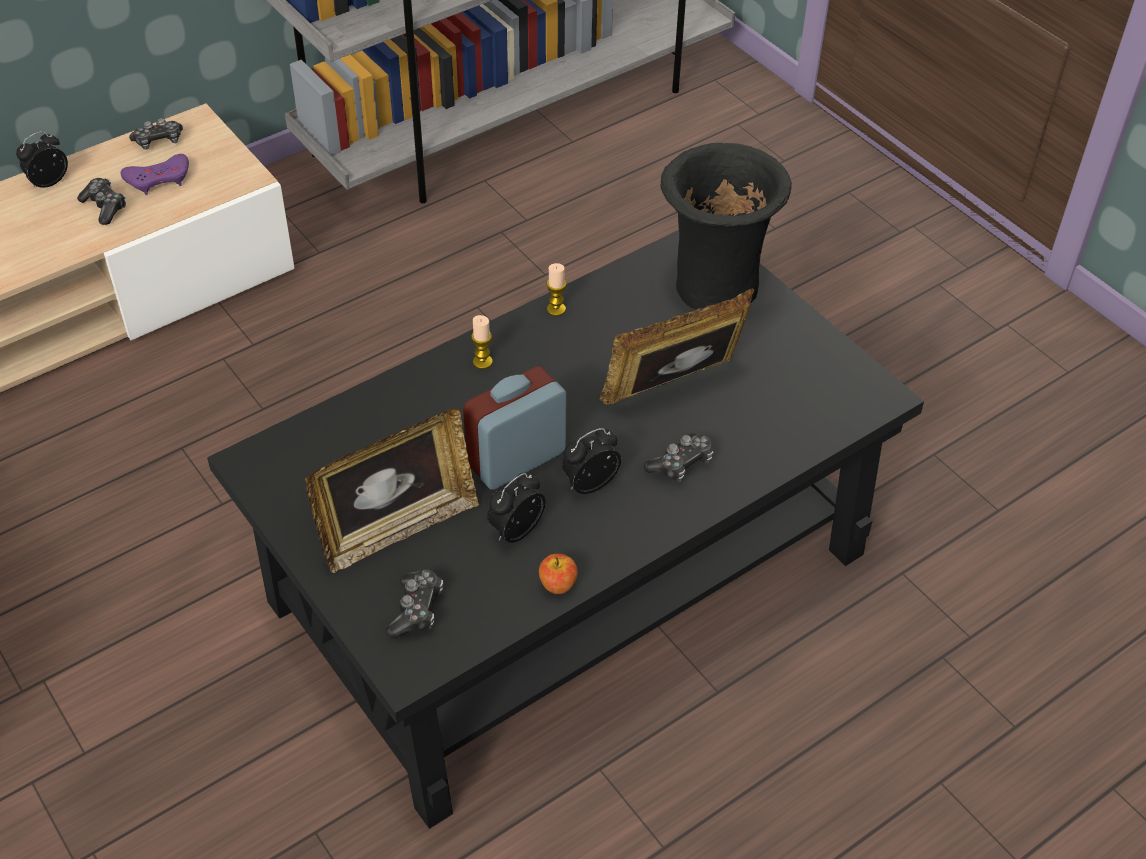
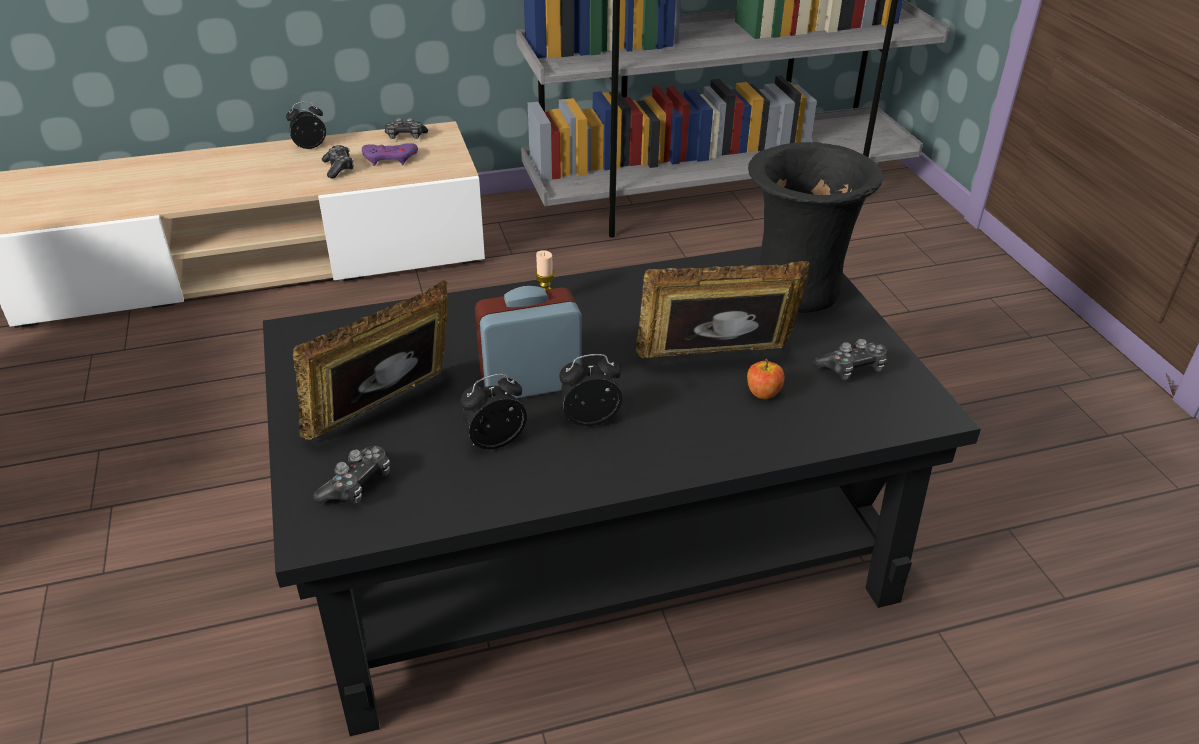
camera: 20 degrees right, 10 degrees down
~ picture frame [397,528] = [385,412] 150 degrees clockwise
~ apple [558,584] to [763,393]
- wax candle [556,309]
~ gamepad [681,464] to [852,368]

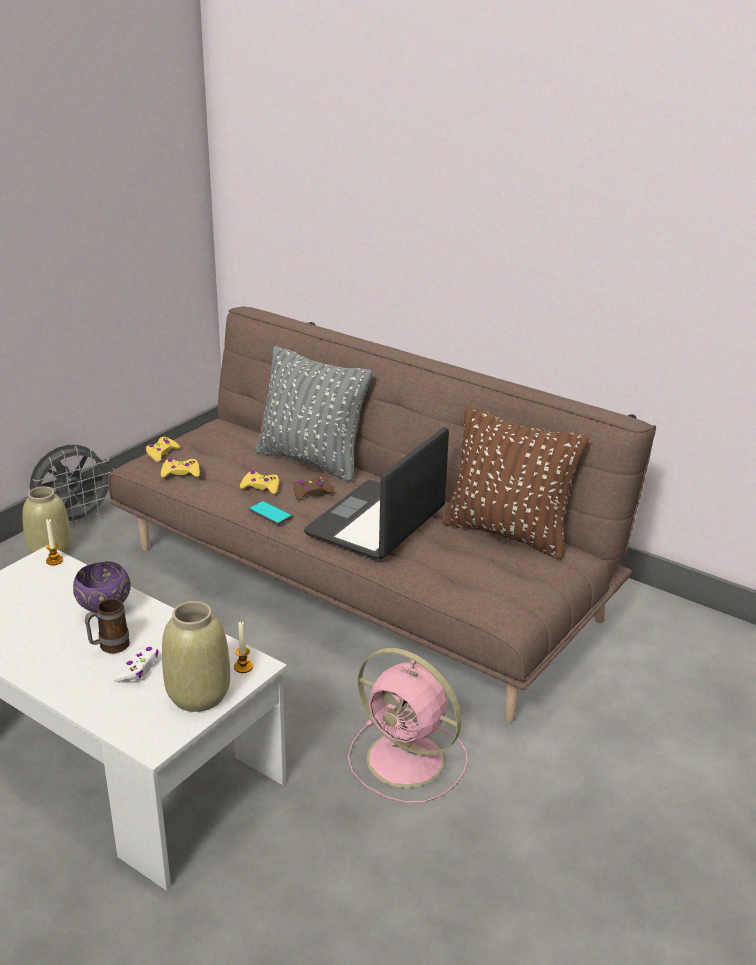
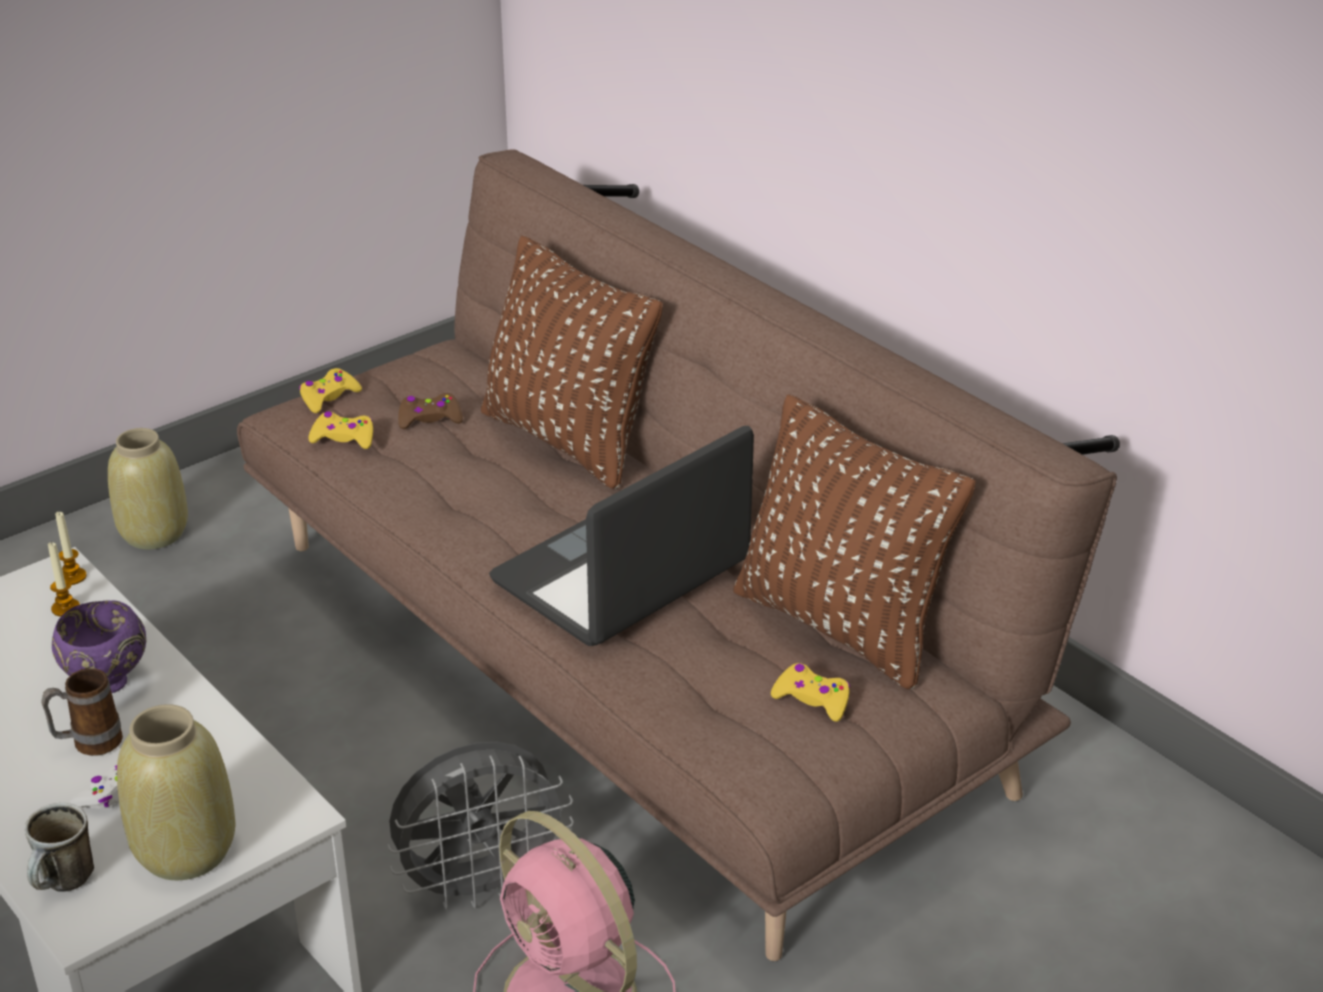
camera: 15 degrees right, 5 degrees up
~ cooling fan in gray [75,519] to [481,885]
~ wax candle [243,667] to [65,608]
~ gamepad in yellow [261,487] to [812,699]
- telephone [270,513]
~ throw pillow in gray [311,461] to throw pillow in brown-coloured [568,440]
~ gamepad in brown-coloured [312,493] to [429,418]
+ mug [65,884]

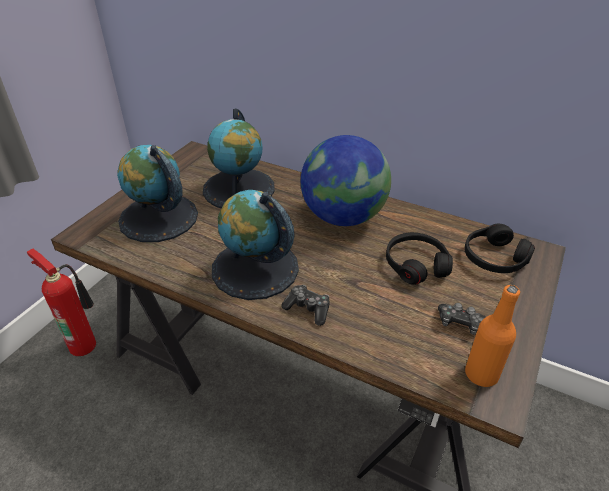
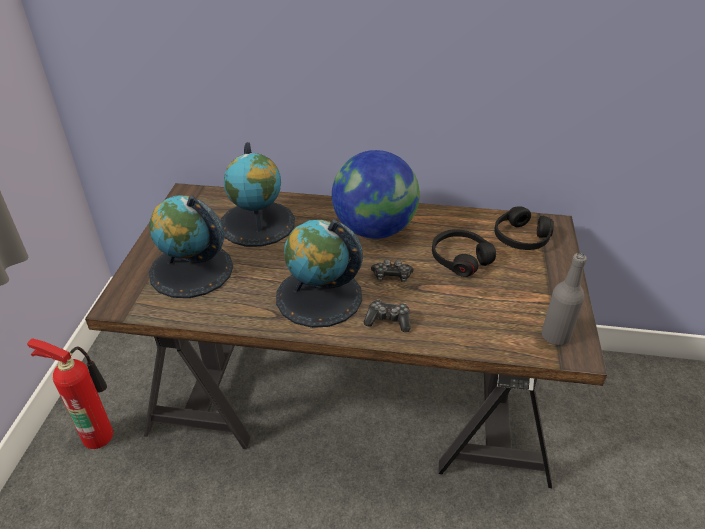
camera: 20 degrees left, 0 degrees up
~ gamepad [460,323] to [391,276]
~ beverage bottle in orange-coloured [481,374] to beverage bottle in gray [555,336]

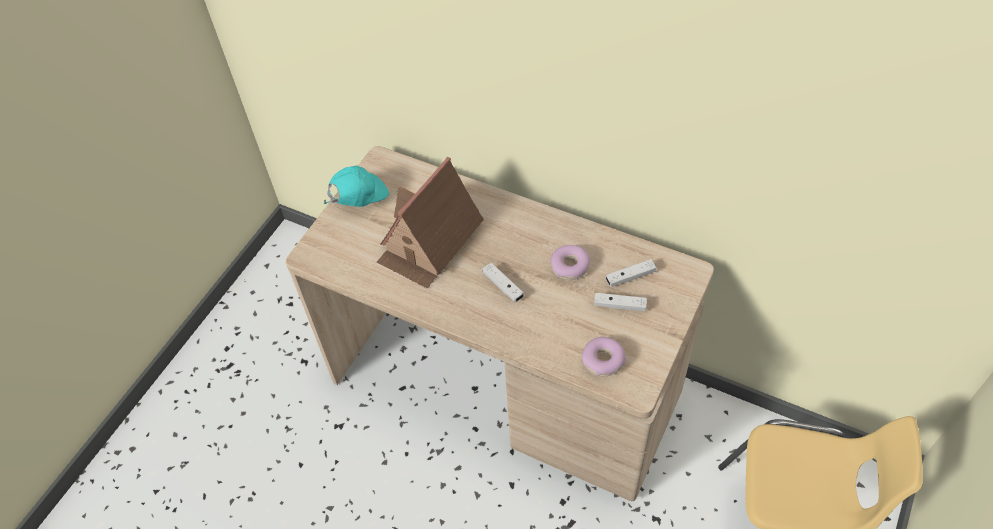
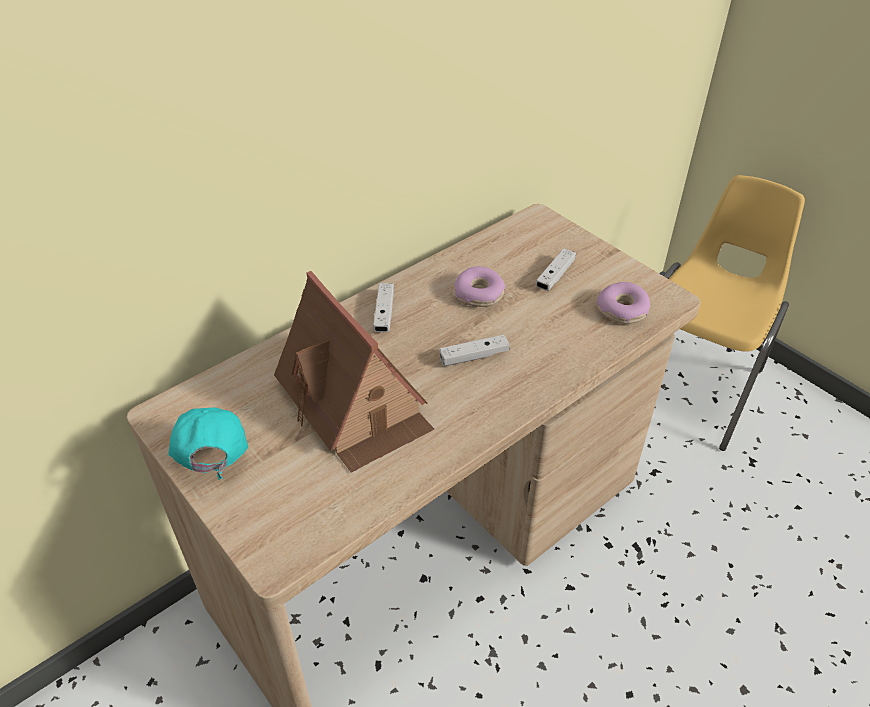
camera: 70 degrees left, 10 degrees down
~ gamepad in white [630,277] to [384,314]

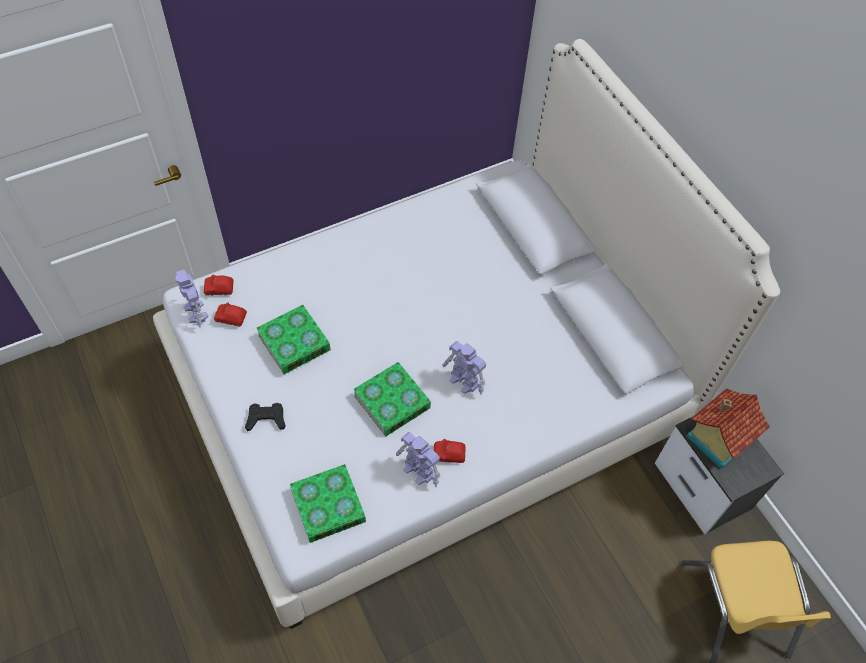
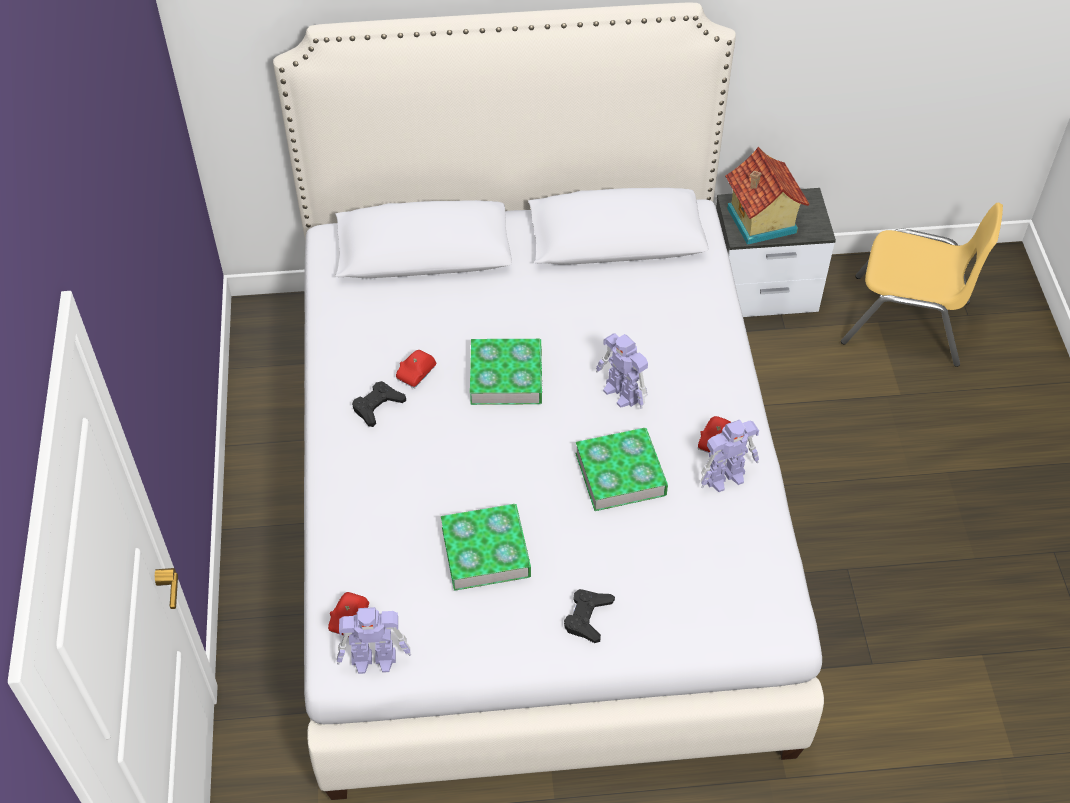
camera: 65 degrees left, 5 degrees down
~ toy car in red-coloured [231,318] to [417,374]
~ book [328,506] to [506,377]
~ robot figure [464,381] = [622,393] 75 degrees clockwise
+ gamepad in black [377,406]

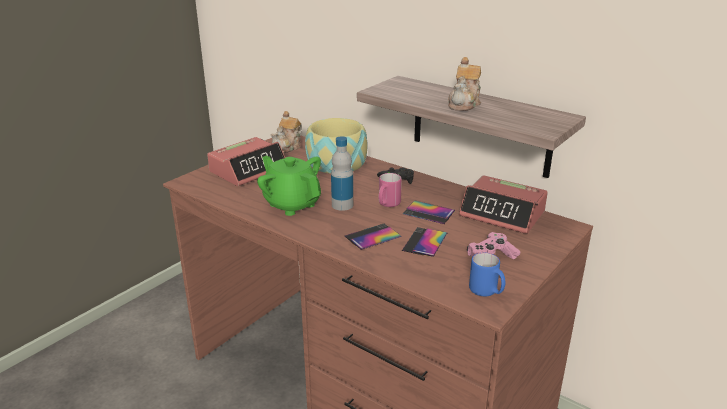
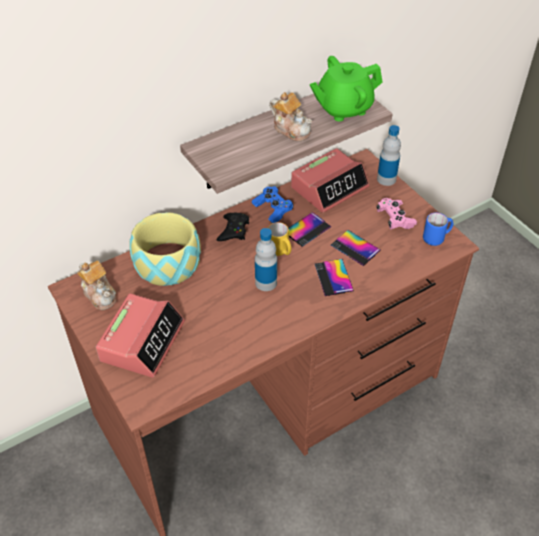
camera: 70 degrees left, 20 degrees up
~ bedside clock [249,170] = [142,341] 45 degrees clockwise
~ teapot in greenish [292,204] to [343,108]
~ mug in pinkish [387,204] to mug in yellow [280,251]
+ gamepad in bluish [272,209]
+ beverage bottle [386,179]

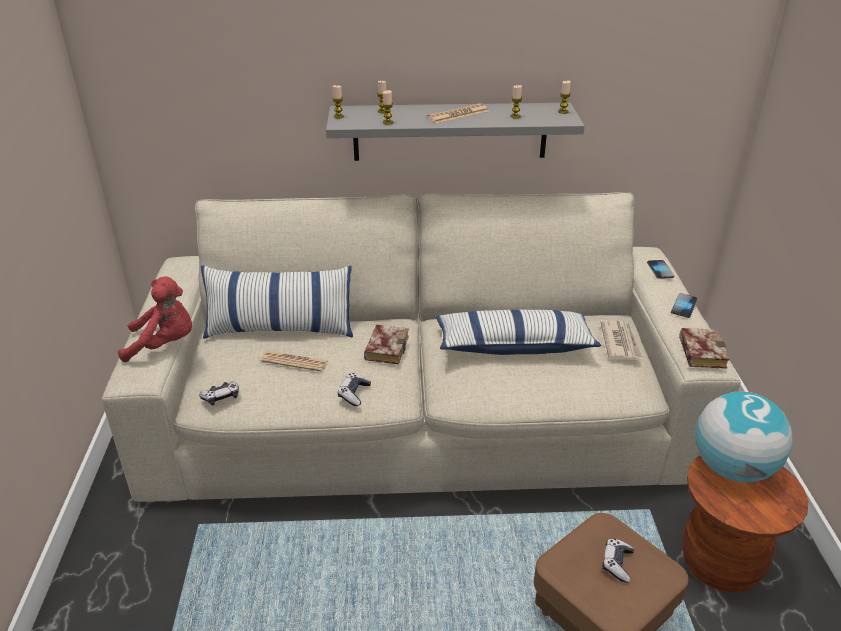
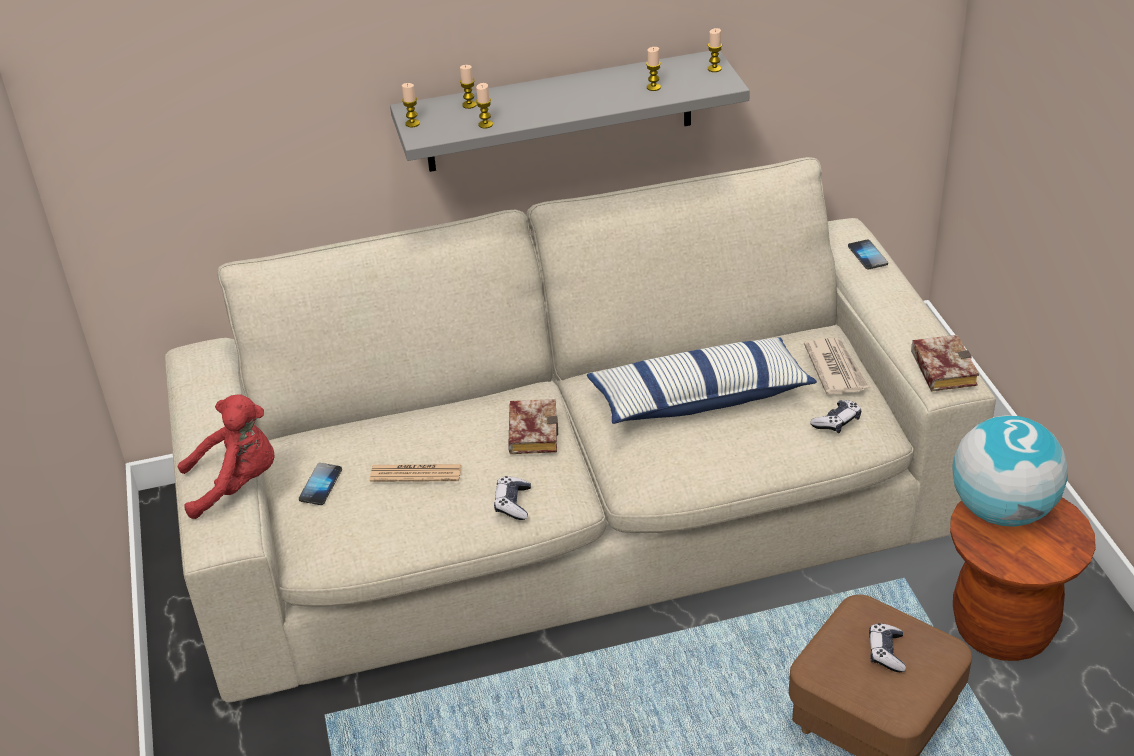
camera: 10 degrees left, 5 degrees up
~ gamepad [221,397] to [837,422]
- throw pillow [280,328]
- printed paper [458,114]
~ telephone [683,306] to [320,485]

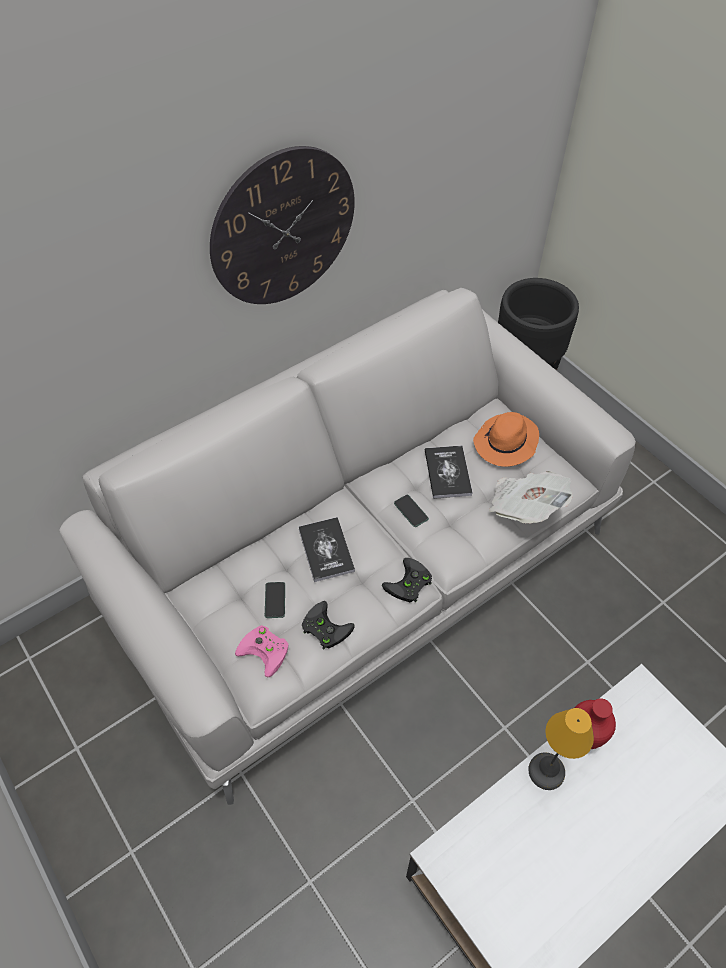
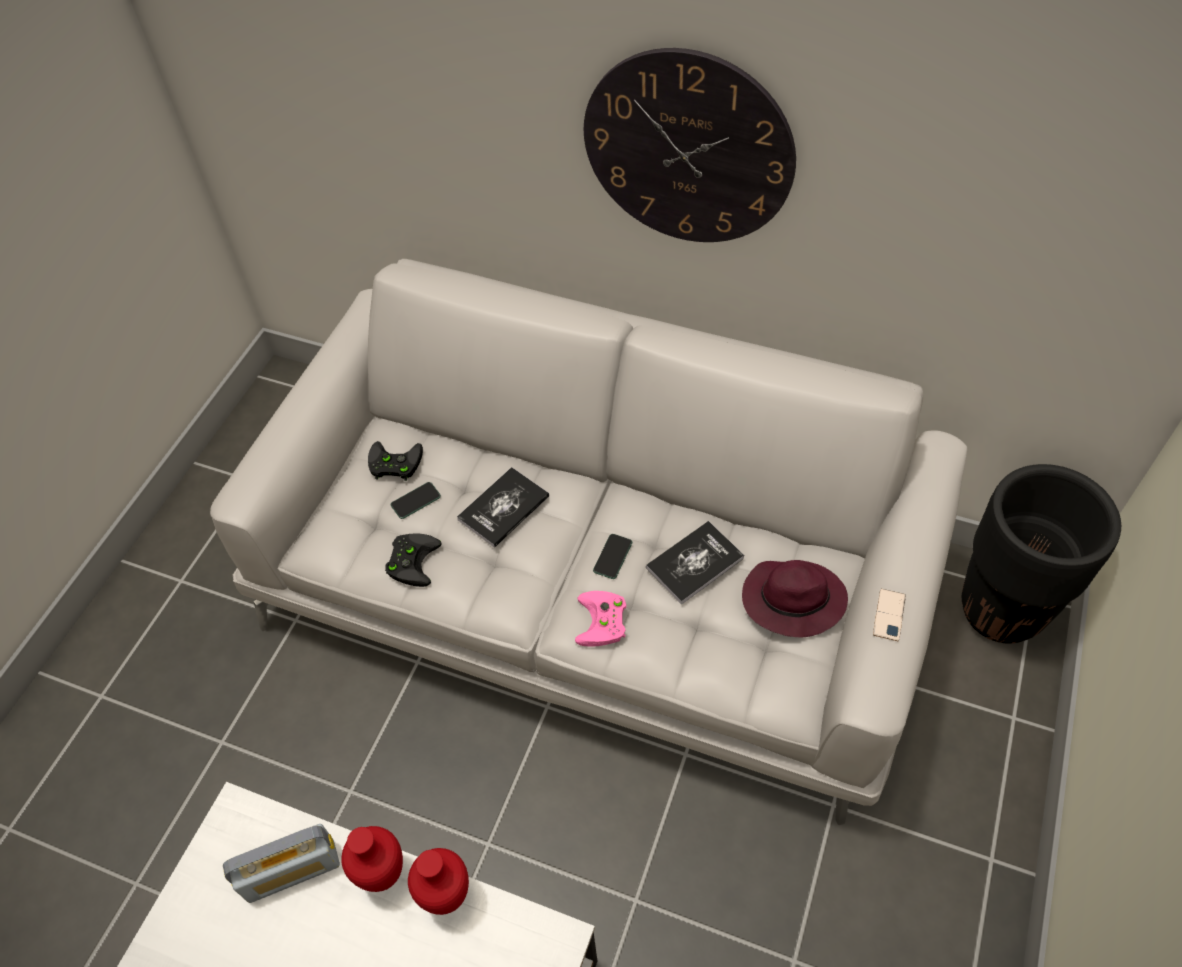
camera: 60 degrees right, 0 degrees up
~ gamepad in pinkish [266,651] to [603,623]
~ gamepad in black [409,584] to [393,464]
~ hat in orange-coloured [505,443] to hat in purple [791,601]
- printed paper [525,506]
~ table lamp [545,770] to flower vase in red-coloured [386,874]
+ radio receiver [292,871]
+ telephone [889,615]

